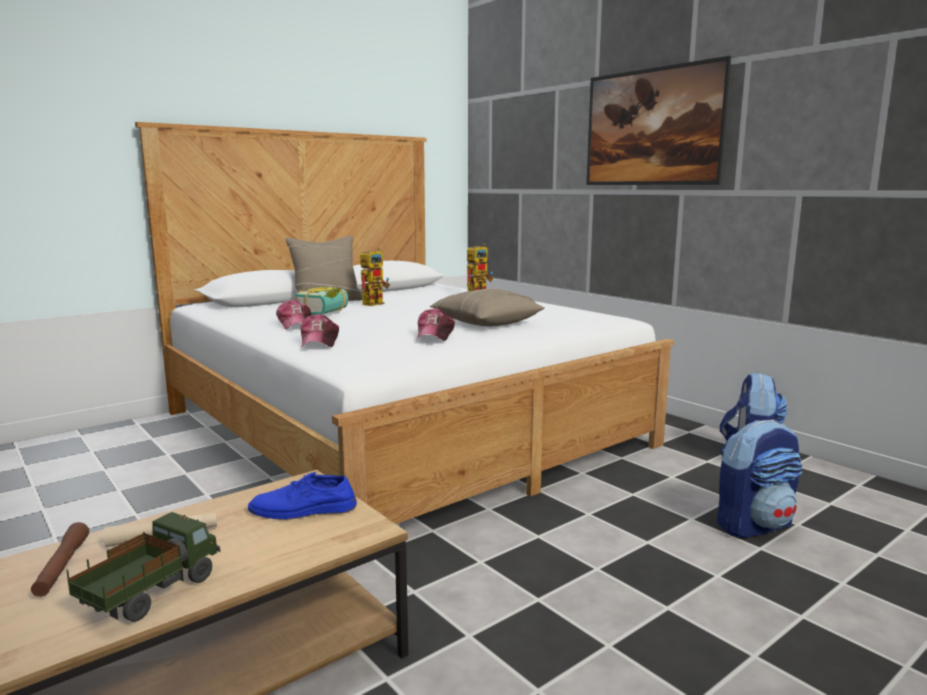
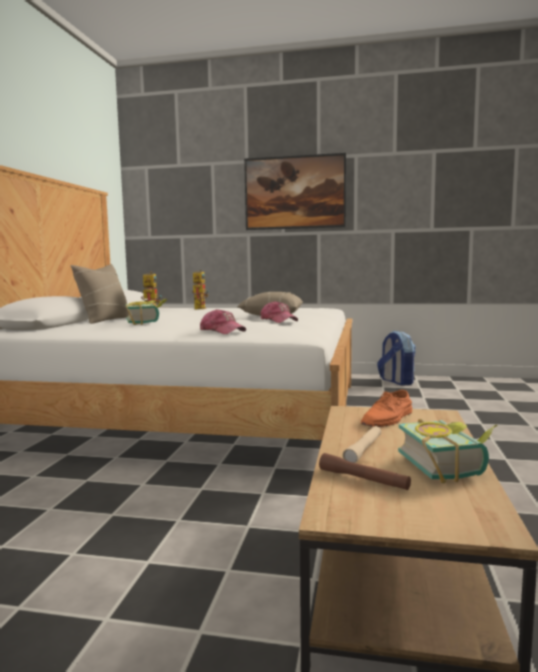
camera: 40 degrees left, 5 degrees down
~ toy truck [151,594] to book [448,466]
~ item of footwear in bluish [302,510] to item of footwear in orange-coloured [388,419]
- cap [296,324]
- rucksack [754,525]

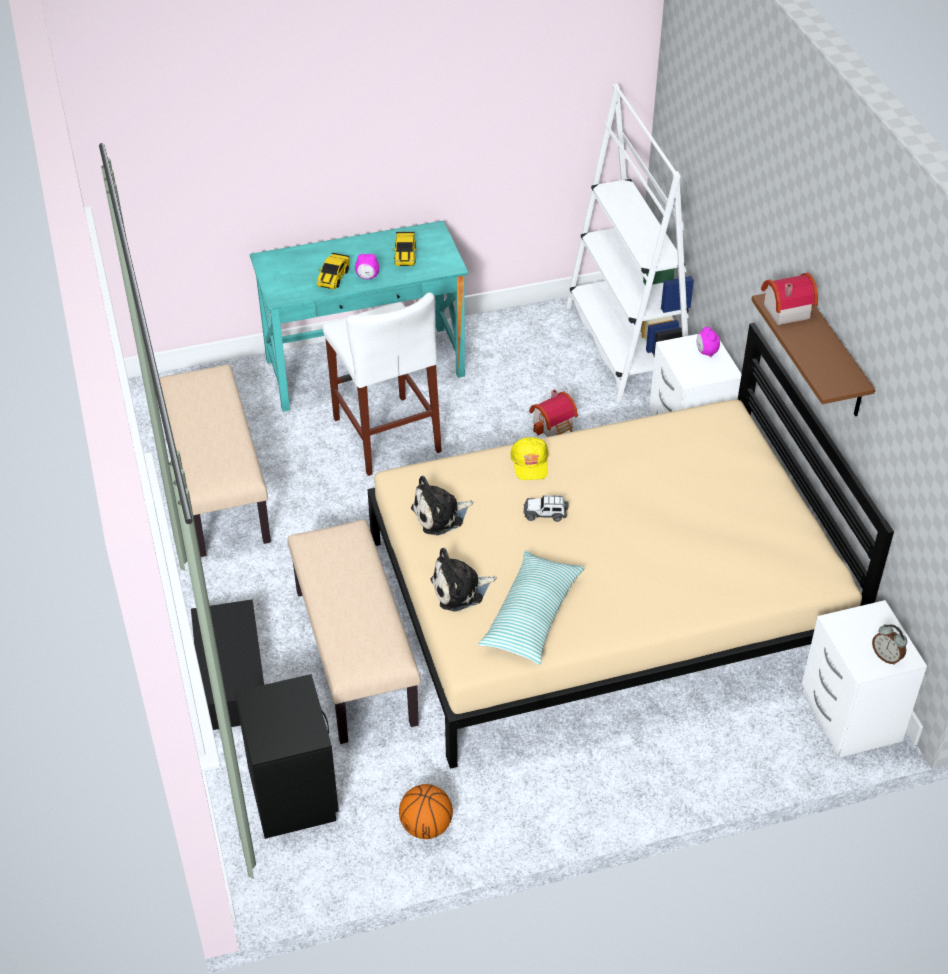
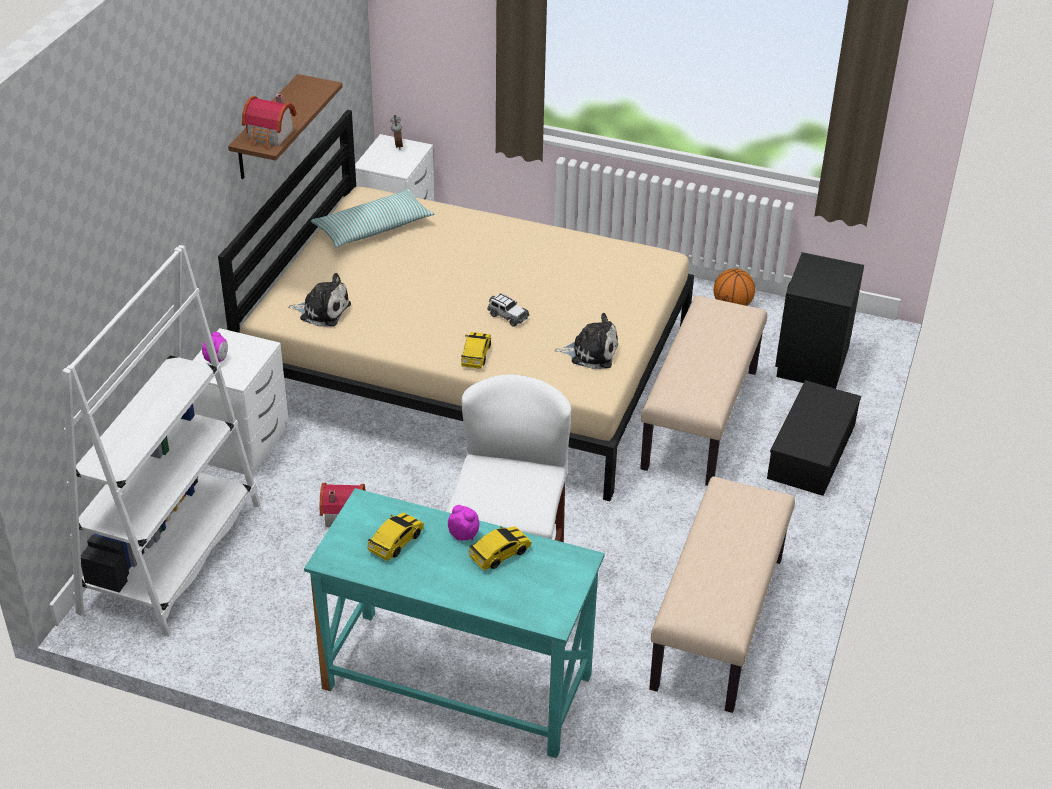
camera: 145 degrees left, 5 degrees down
~ cuddly toy [460,590] to [322,311]
~ throw pillow [532,616] to [373,228]
~ cap in yellow [530,463] to toy car [476,355]

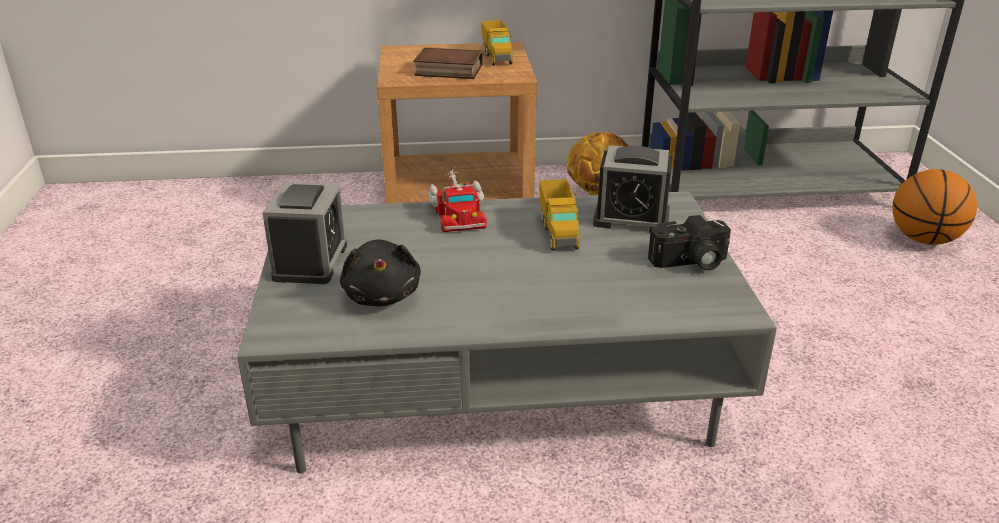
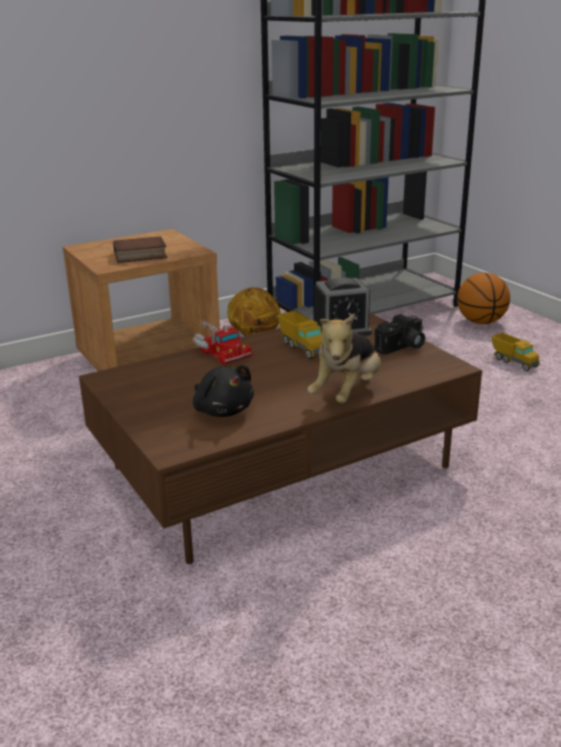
camera: 25 degrees left, 5 degrees down
~ lounge table in gray [501,376] to lounge table in brown-coloured [282,465]
- bedside clock [310,261]
~ toy truck [496,57] to [513,362]
+ cuddly toy [347,393]

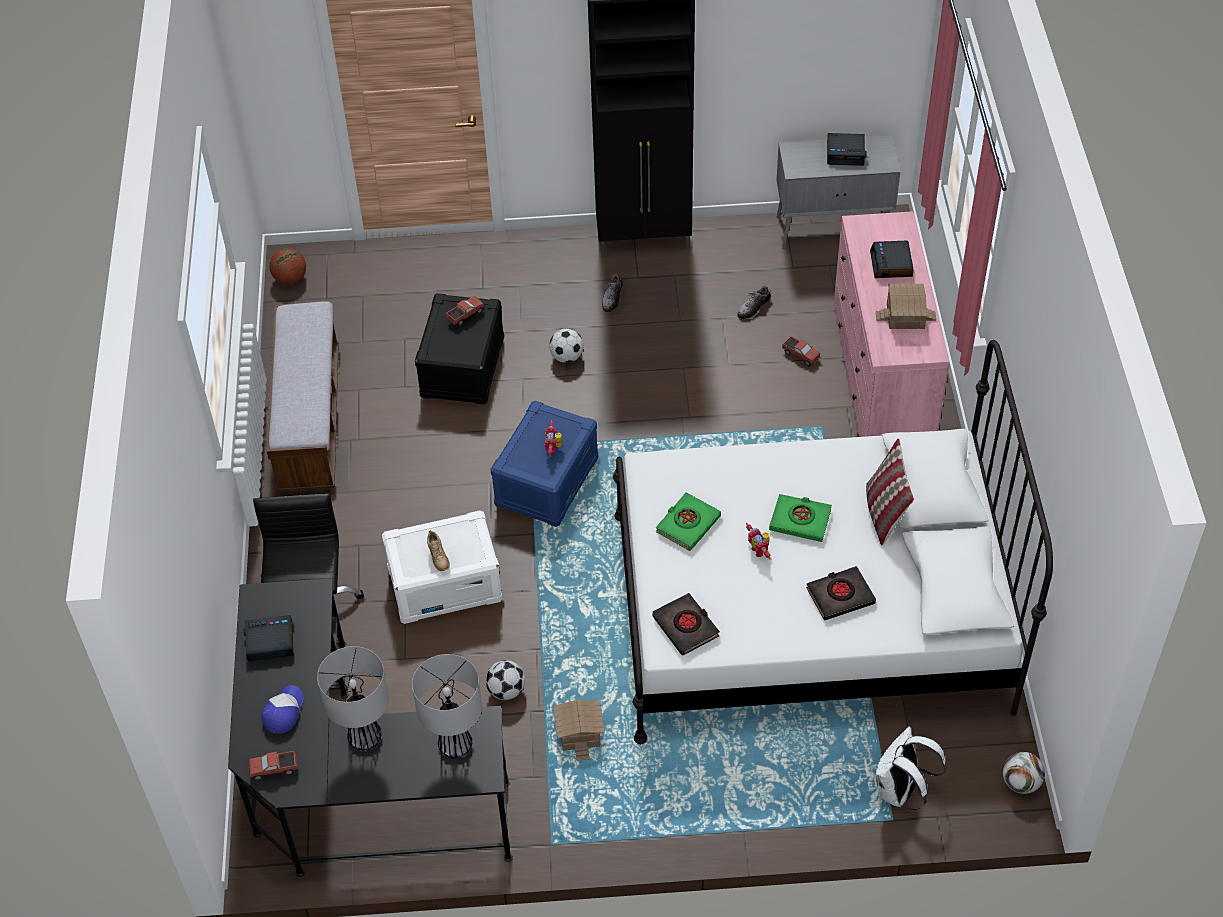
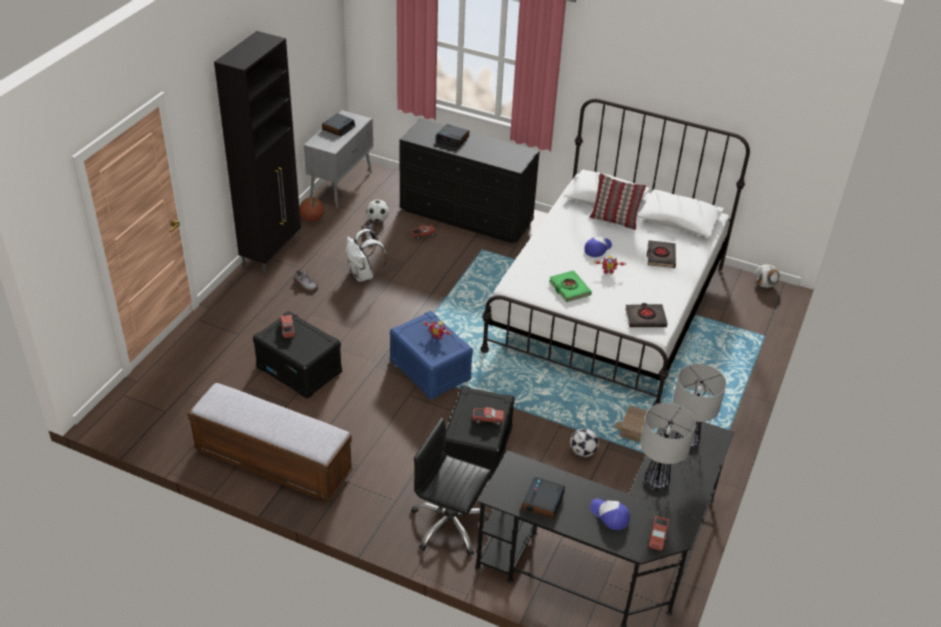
camera: 65 degrees left, 10 degrees down
~ ball for basketball [290,279] to [312,219]
~ storage container in white [445,584] to storage container in black [477,448]
~ item of footwear in beige [438,558] to toy truck [488,420]
~ ball for football [566,357] to [377,219]
~ book in greenish [800,520] to cap [597,249]
~ drawer chest in pinkish [882,379] to drawer chest in black [467,216]
~ rucksack in white [900,791] to [363,275]
- miniature house [905,317]

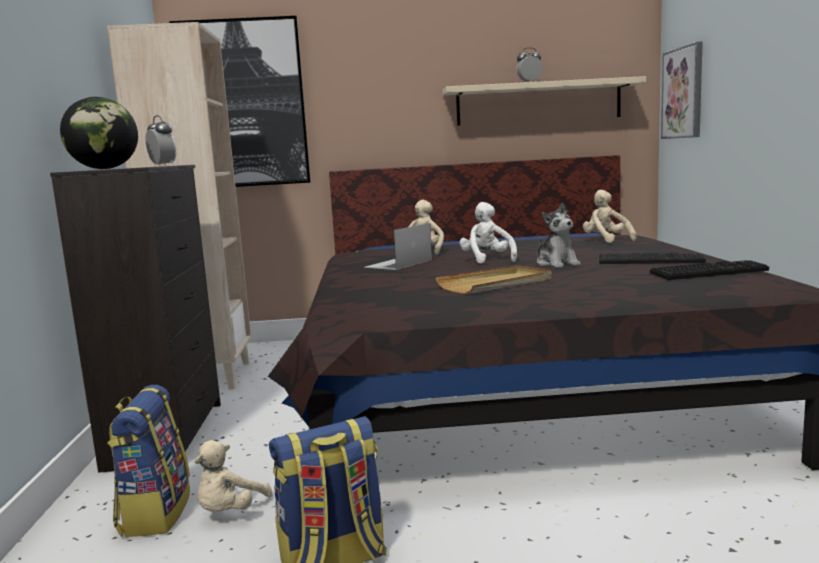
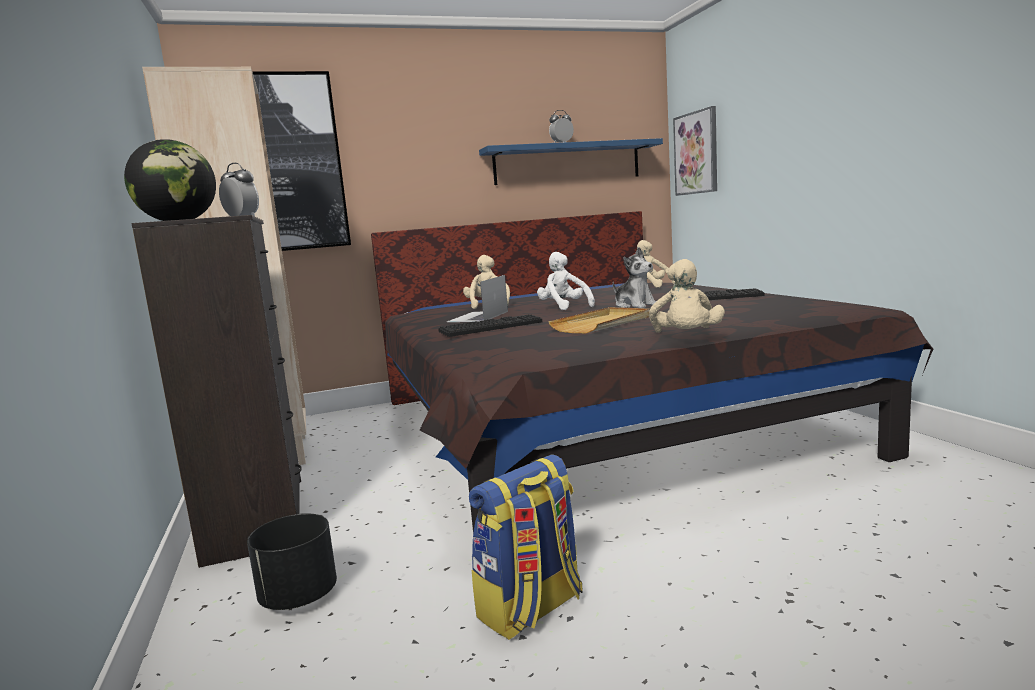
camera: 15 degrees left, 0 degrees up
~ rucksack [154,513] to planter in black [298,597]
~ cuddly toy in beige [230,511] to [686,337]
~ wall shelf in beige [538,103] to wall shelf in bluish [567,163]
~ keyboard [708,272] to [491,327]

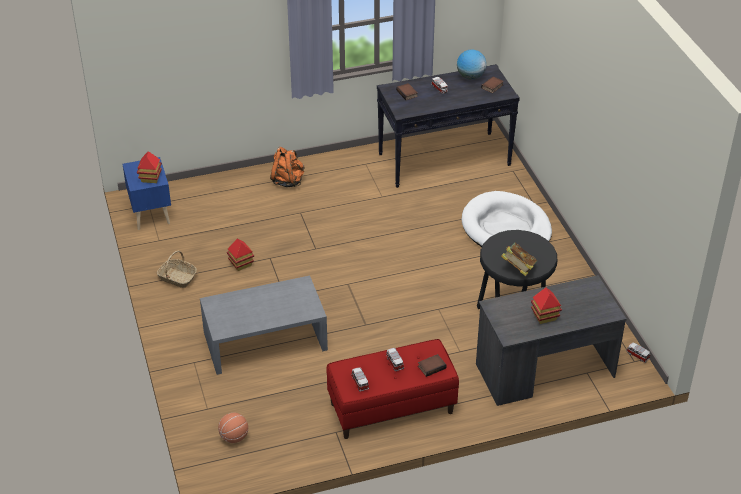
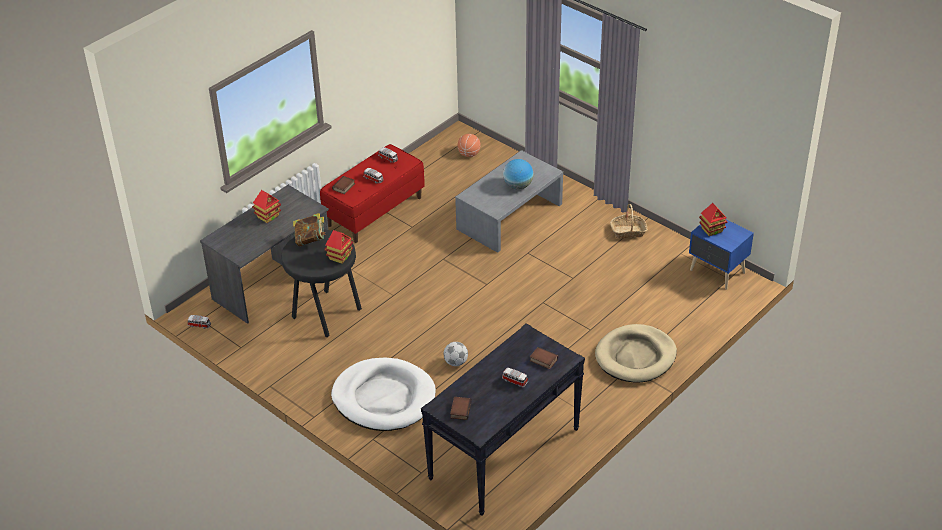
camera: 150 degrees right, 0 degrees up
~ miniature house [241,264] to [340,256]
~ rucksack in orange-coloured [287,181] to pet bed in beige [635,356]
~ desk globe [470,76] to [518,186]
+ ball for football [456,362]

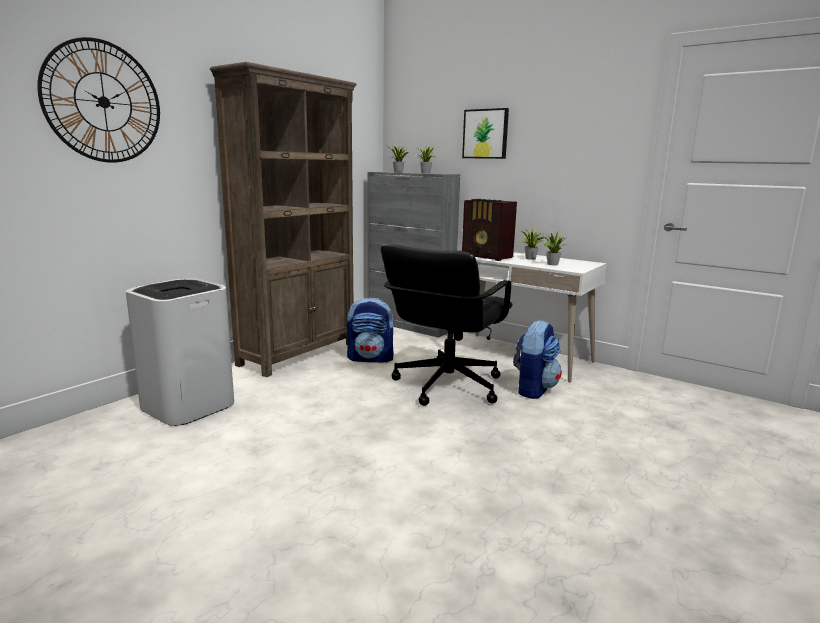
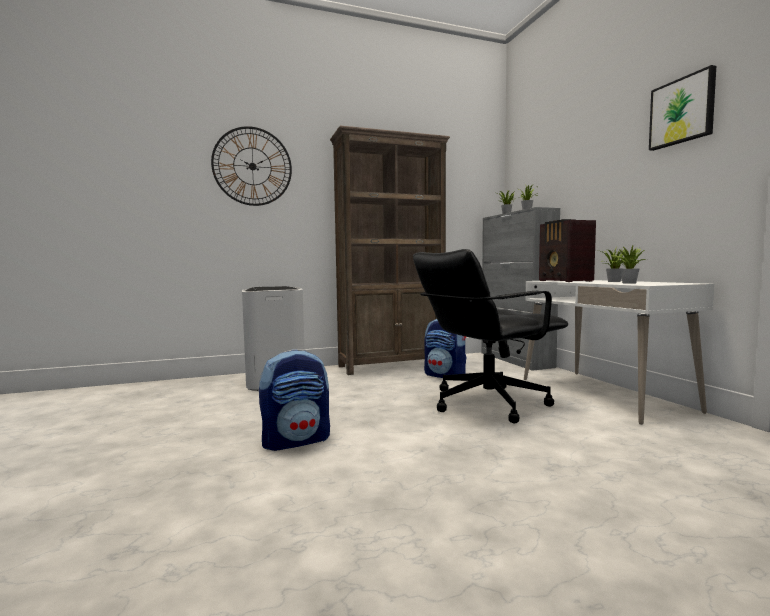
camera: 35 degrees right, 10 degrees down
~ wall art [486,134] to [682,111]
~ rucksack [533,389] to [296,441]

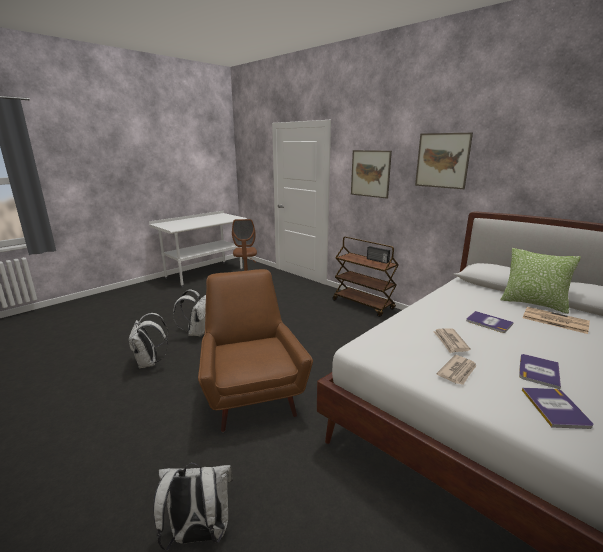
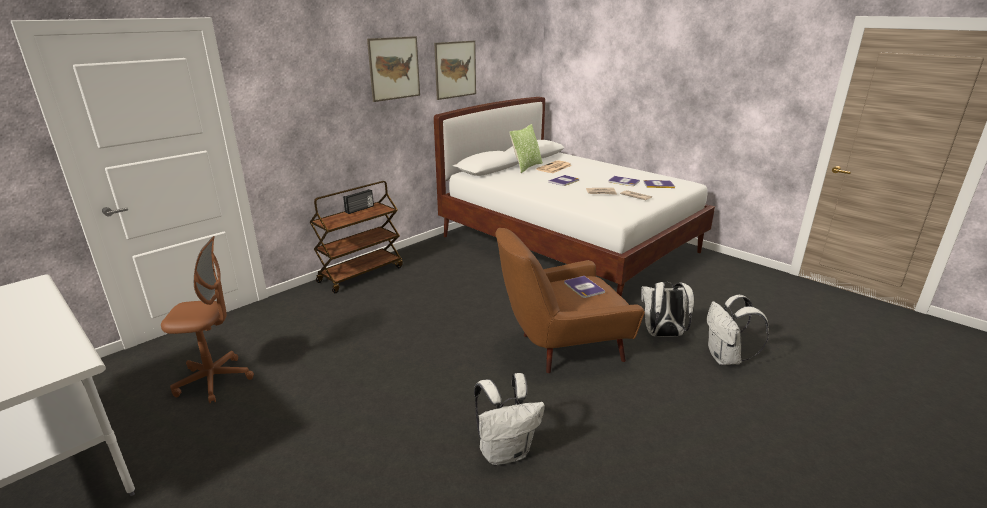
camera: 90 degrees left, 5 degrees up
~ rucksack in white [196,332] to [662,335]
~ wall art [370,173] to [455,69]
+ book [583,287]

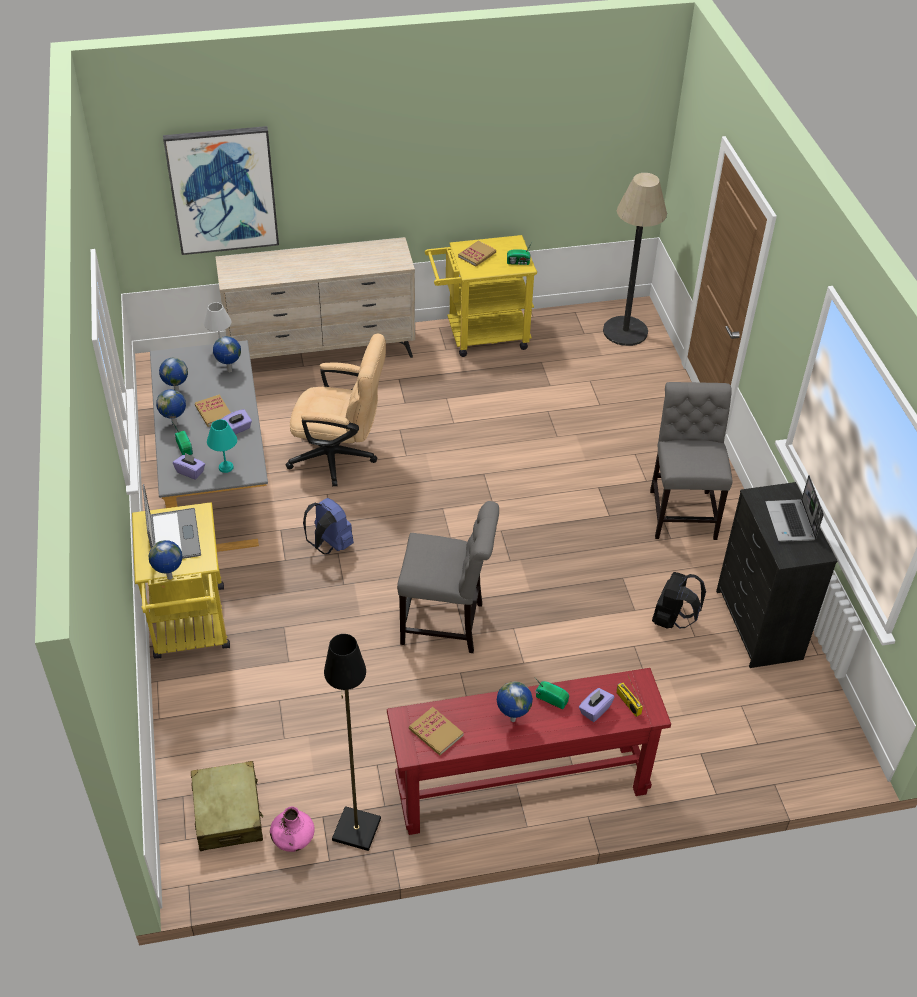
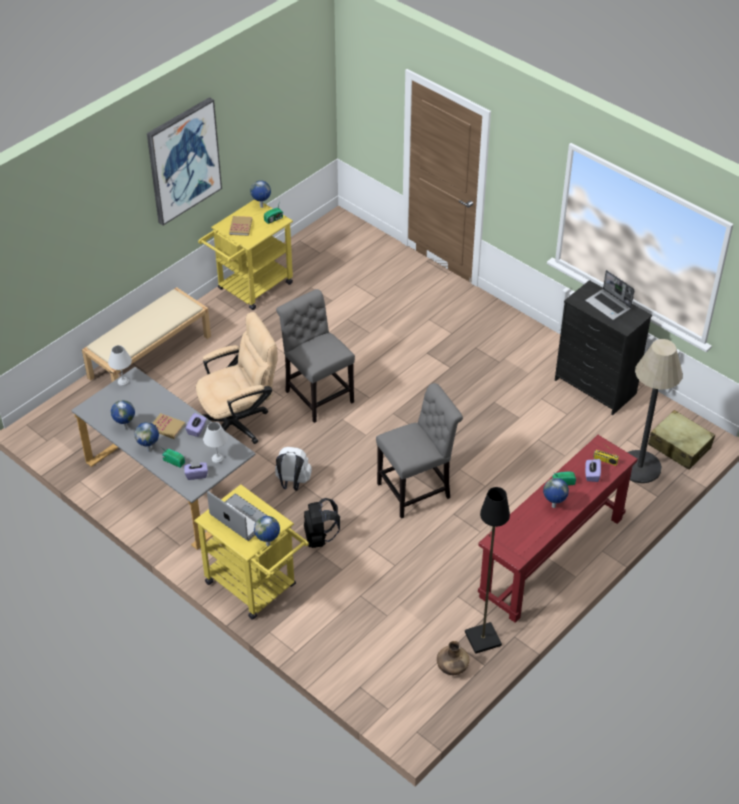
camera: 35 degrees left, 0 degrees up
~ wall art [222,190] to [183,160]
~ travel case in beige [228,813] to [679,446]
~ table lamp in turquoise [225,467] to table lamp in white [217,459]
~ desk globe [229,371] to [261,207]
~ drawer chest in beige [322,353] to indoor bench in beige [150,356]
~ flower vase in pinkish [293,840] to flower vase in brown-coloured [452,668]
~ rucksack in bluish [330,545] to rucksack in white [292,483]
- book [436,732]
~ standard lamp [625,331] to [639,467]
~ upright chair in gray [682,511] to [317,395]
~ rucksack in black [672,619] to [320,538]

